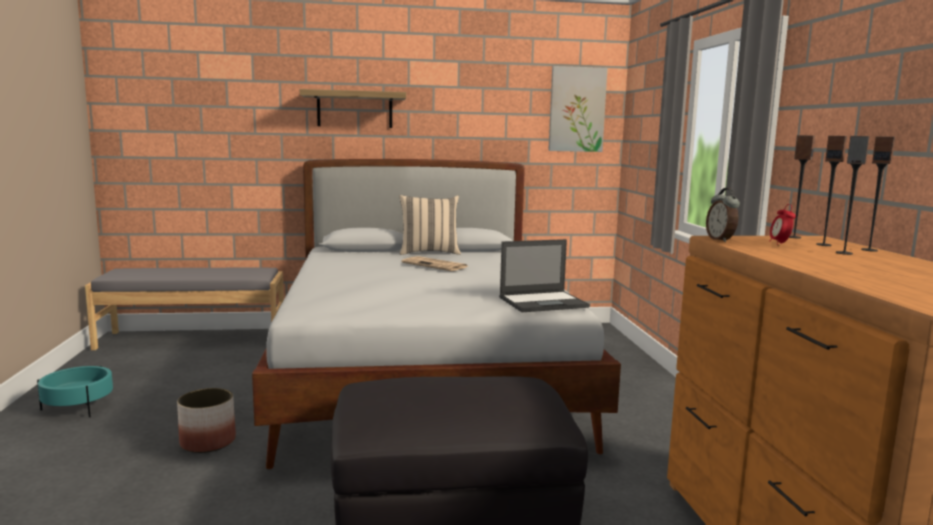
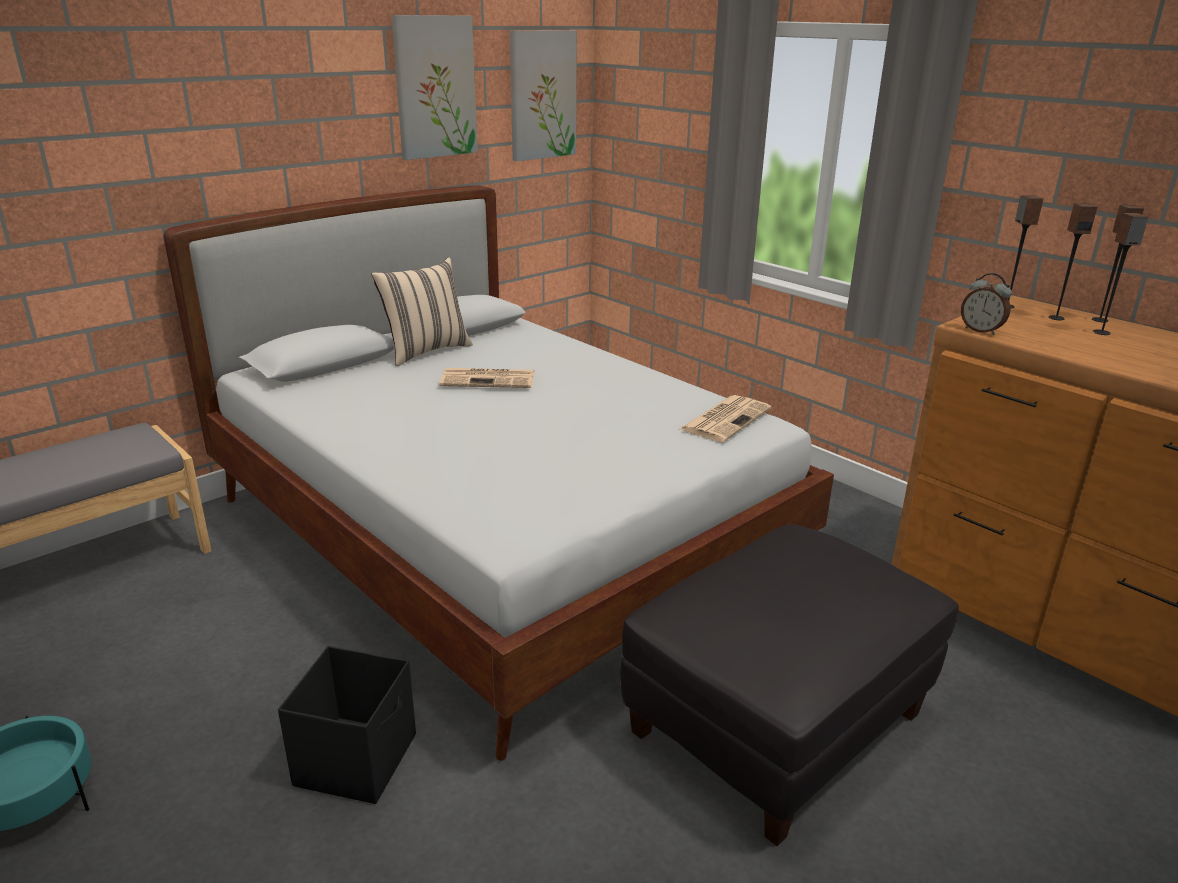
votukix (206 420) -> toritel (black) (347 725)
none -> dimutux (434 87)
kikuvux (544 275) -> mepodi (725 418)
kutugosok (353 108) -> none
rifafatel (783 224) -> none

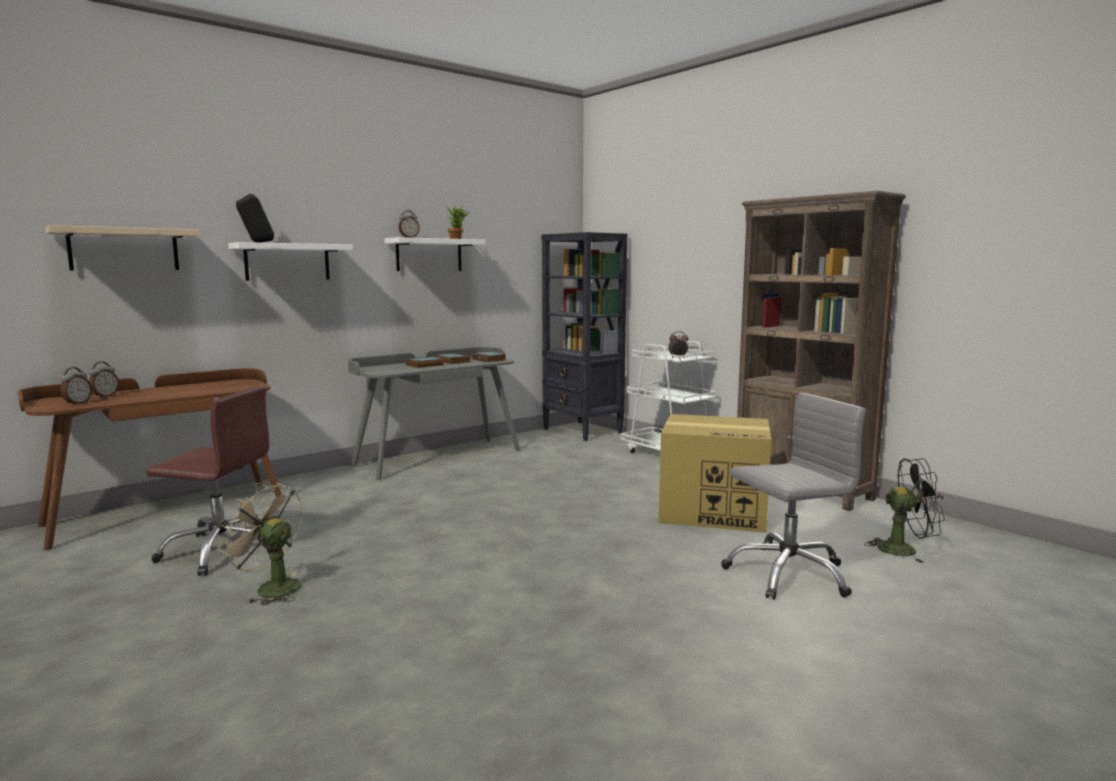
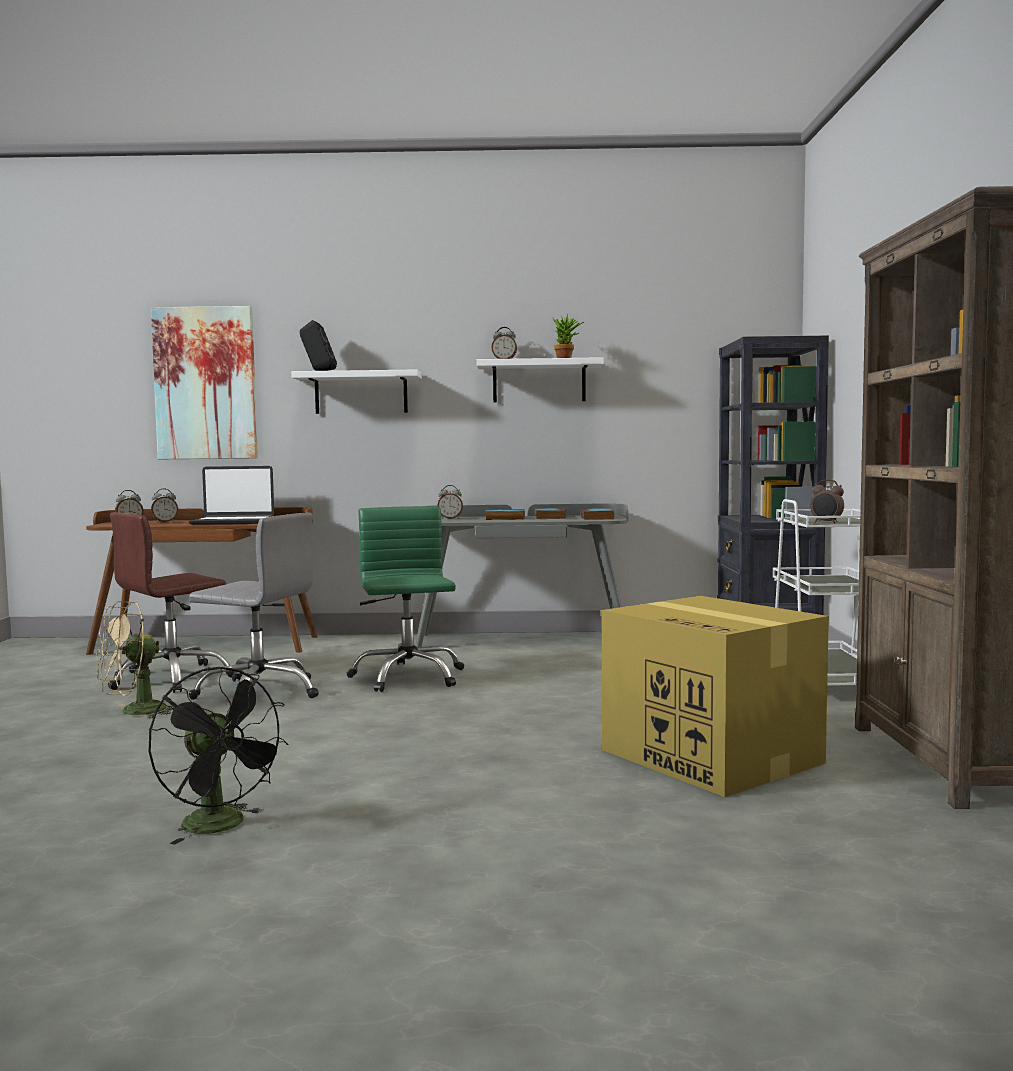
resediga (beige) (260 544) -> resediga (beige) (135 660), 105 degrees counterclockwise
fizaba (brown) (208 481) -> fizaba (brown) (171 602), 90 degrees clockwise
resediga (black) (904 510) -> resediga (black) (219 755), move
kutugosok (beige) (123 248) -> dimutux (204 382)
none -> kikuvux (231 495)
fizaba (grey) (793 496) -> fizaba (grey) (254 606), move
none -> fizaba (green) (405 599)
none -> rifafatel (450 502)

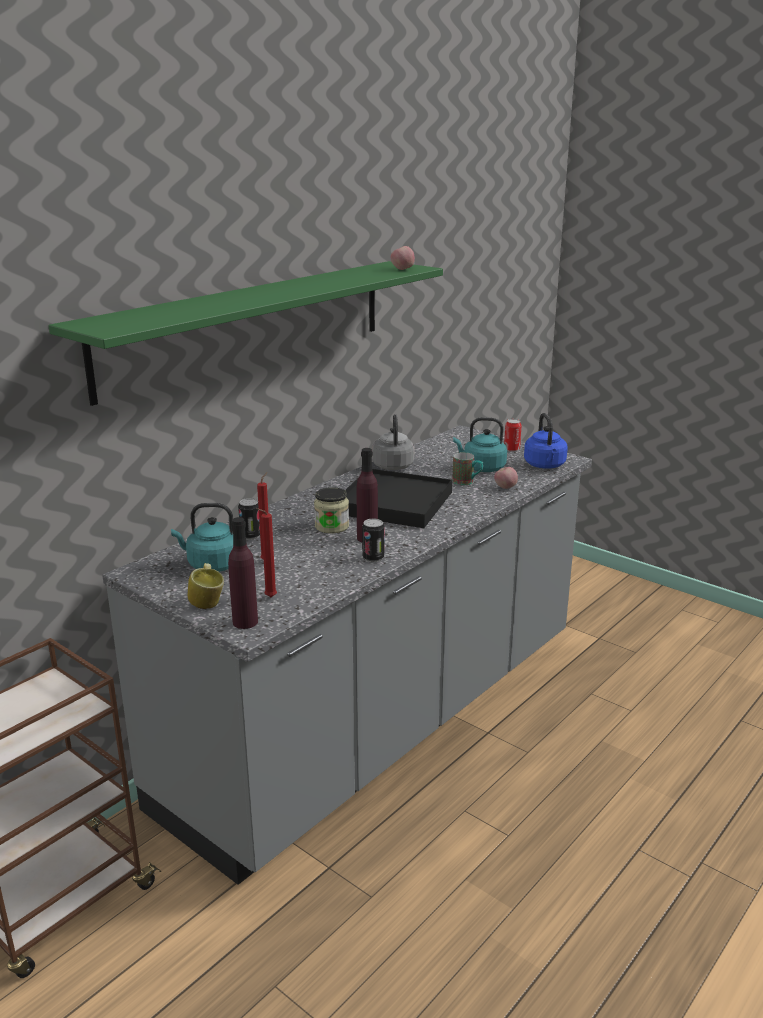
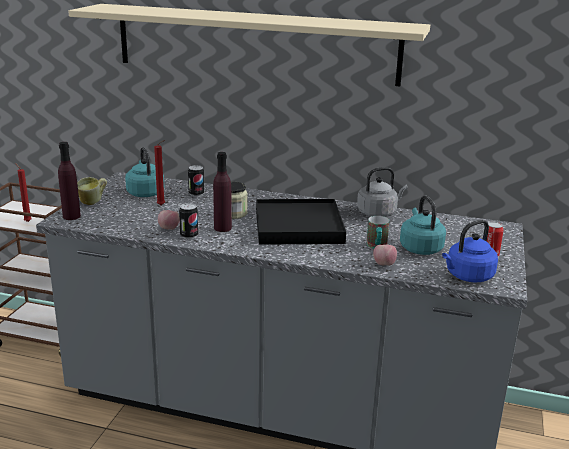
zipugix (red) (266 552) -> zipugix (red) (23 192), move
kutugosok (green) (245 333) -> kutugosok (beige) (249 45)
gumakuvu (403 258) -> gumakuvu (168 220), move

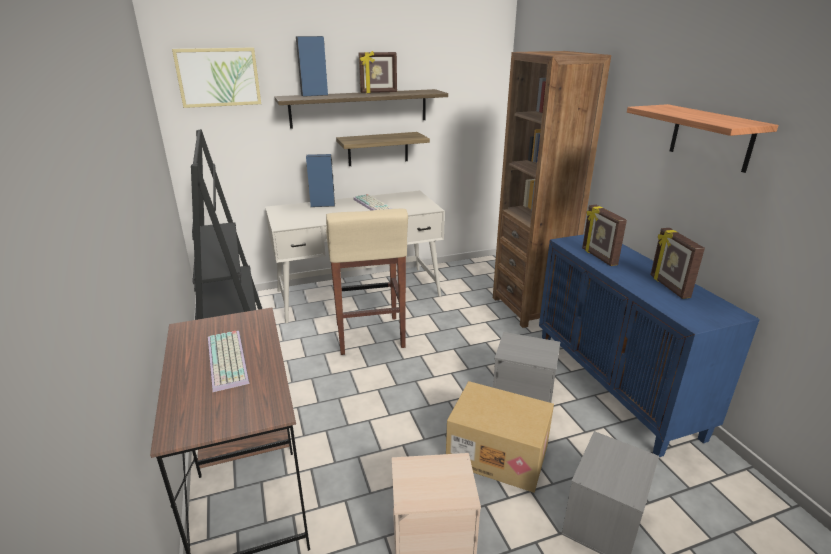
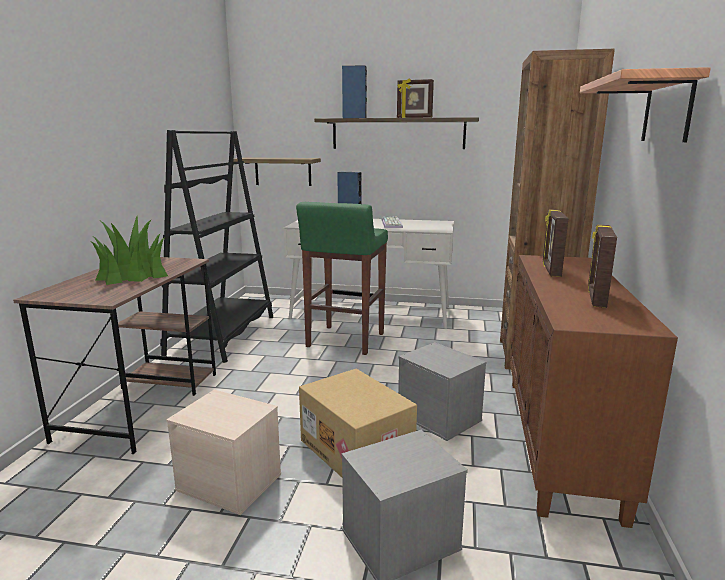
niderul (229 361) -> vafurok (129 251)
kutugosok (383 149) -> kutugosok (277 171), move
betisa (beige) (367 282) -> betisa (green) (342 278)
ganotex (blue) (649 345) -> ganotex (brown) (594 391)
dimutux (216 77) -> none

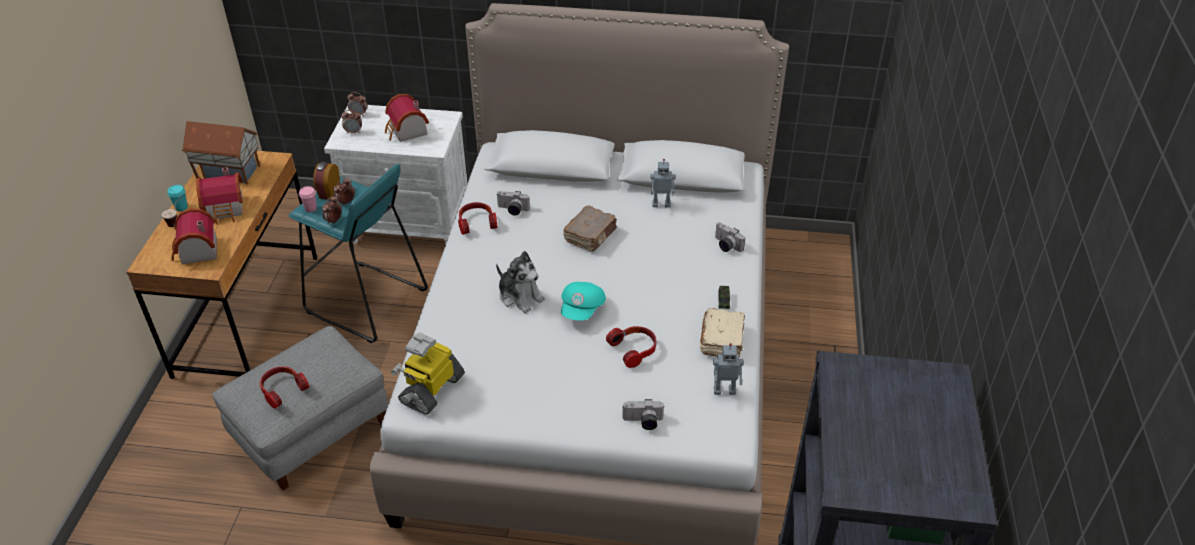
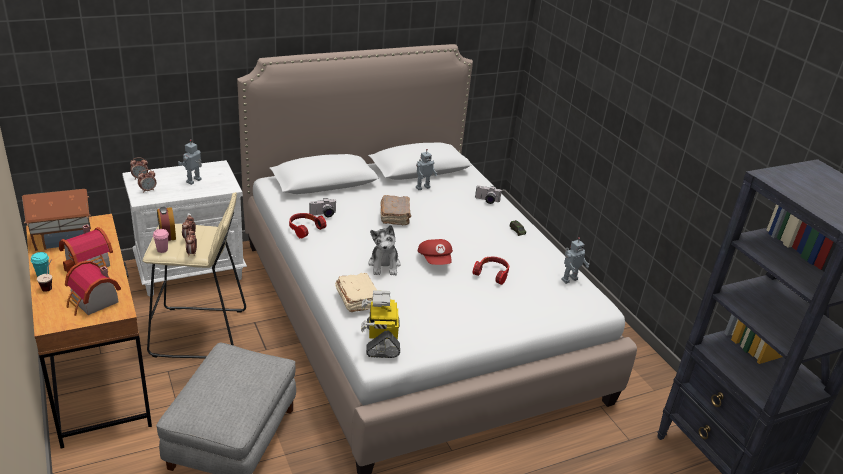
betisa (turquoise) (358 253) -> betisa (beige) (194 275)
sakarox (407 118) -> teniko (190 162)
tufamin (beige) (722 332) -> tufamin (beige) (356 292), move
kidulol (520 282) -> kidulol (384 250), 75 degrees clockwise
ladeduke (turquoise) (583 301) -> ladeduke (red) (435 252)
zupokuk (284 387) -> none
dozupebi (643 414) -> none

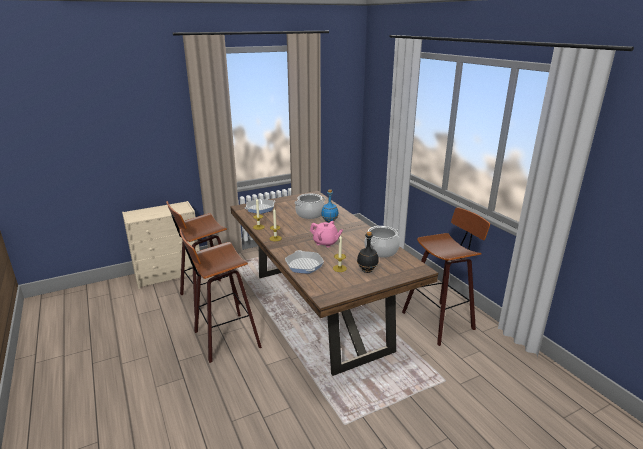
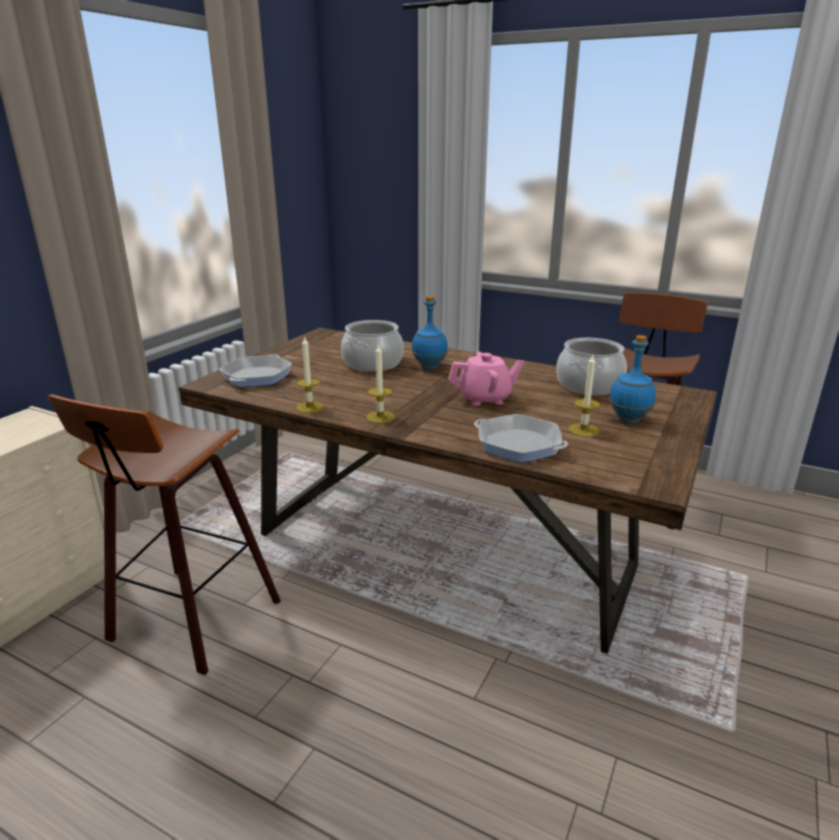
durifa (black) (368 252) -> durifa (blue) (632 379)
betisa (221 296) -> none

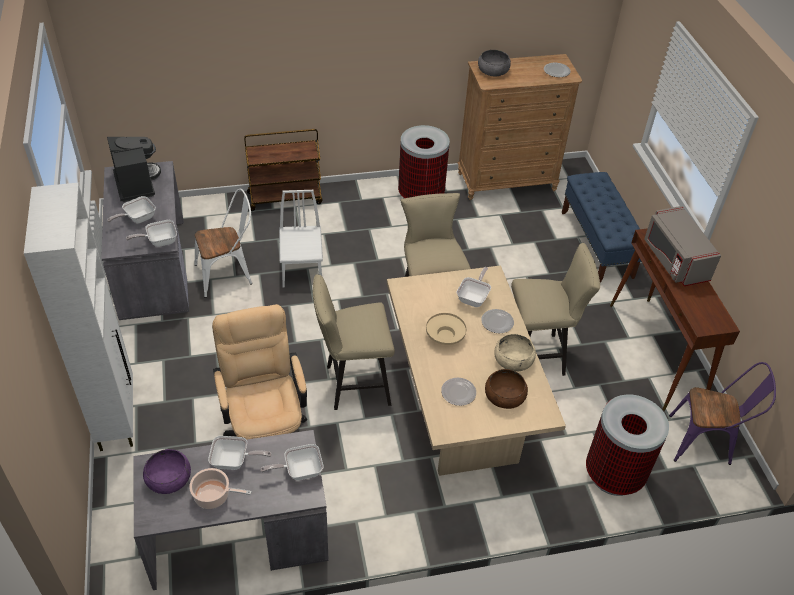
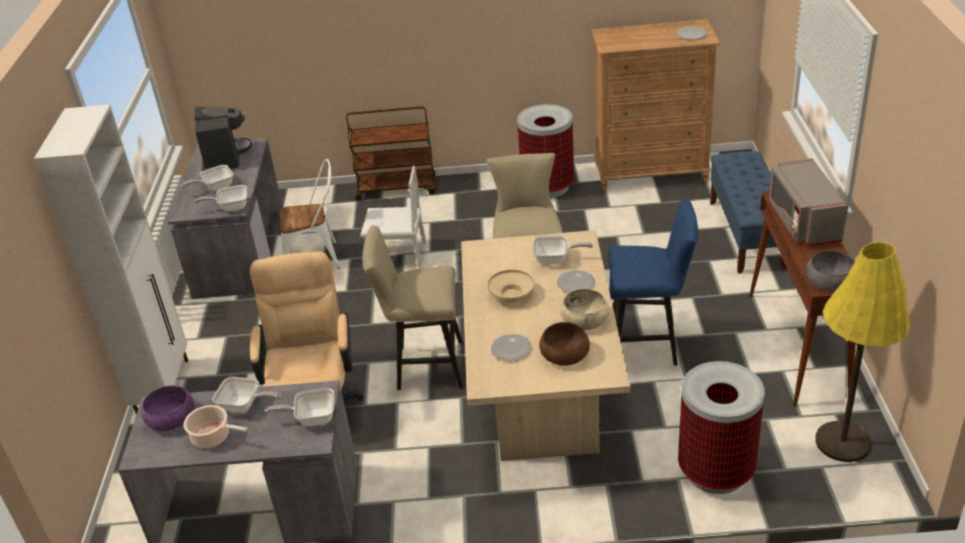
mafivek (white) (301 238) -> mafivek (white) (393 217), 90 degrees clockwise
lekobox (473 287) -> lekobox (563 250), 60 degrees clockwise
betisa (beige) (555 309) -> betisa (blue) (653 282)
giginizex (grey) (494 63) -> giginizex (grey) (830 271), move
mafivek (purple) (722 413) -> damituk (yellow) (862 352)

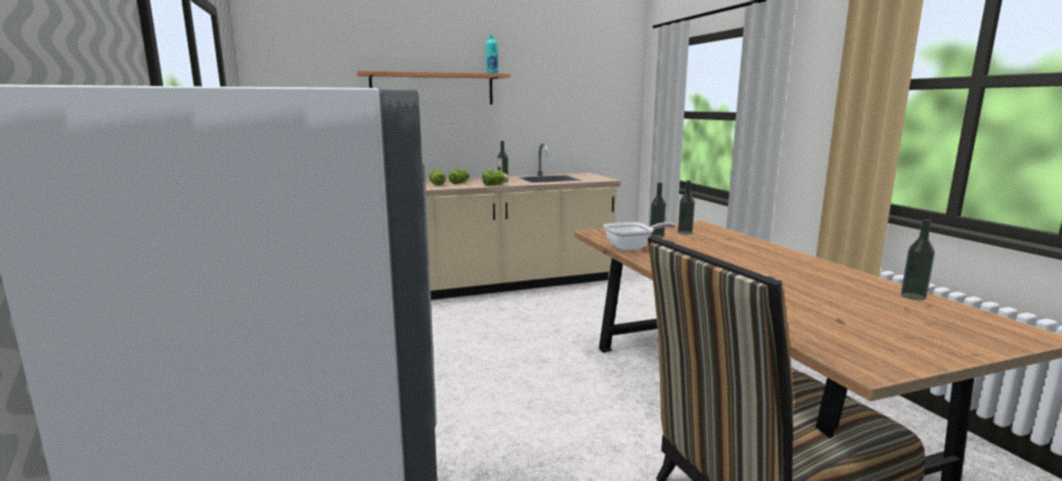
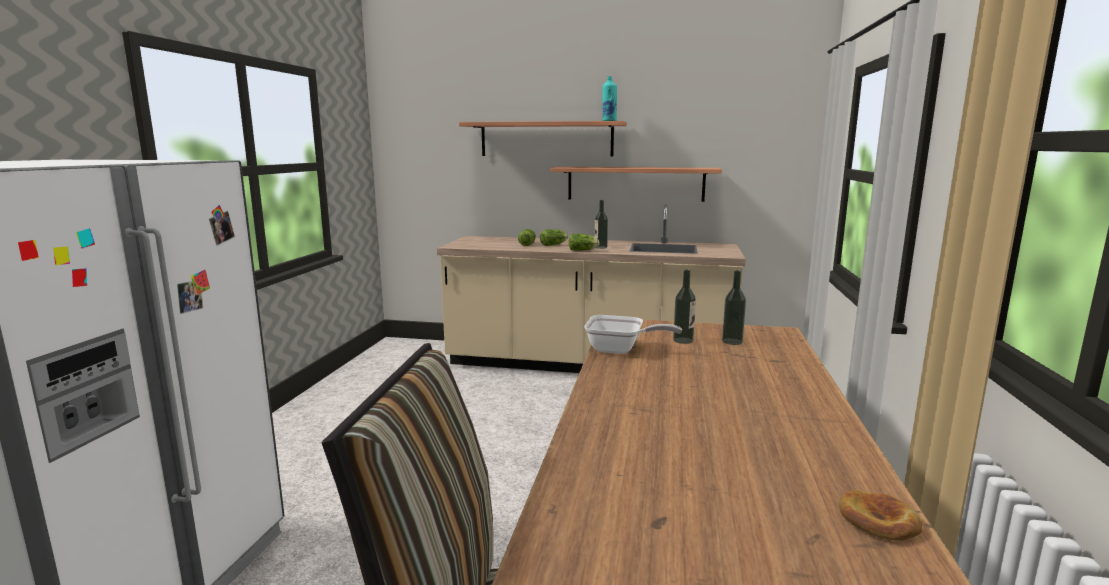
none -> kutugosok (636 184)
durifa (918 259) -> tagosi (881 515)

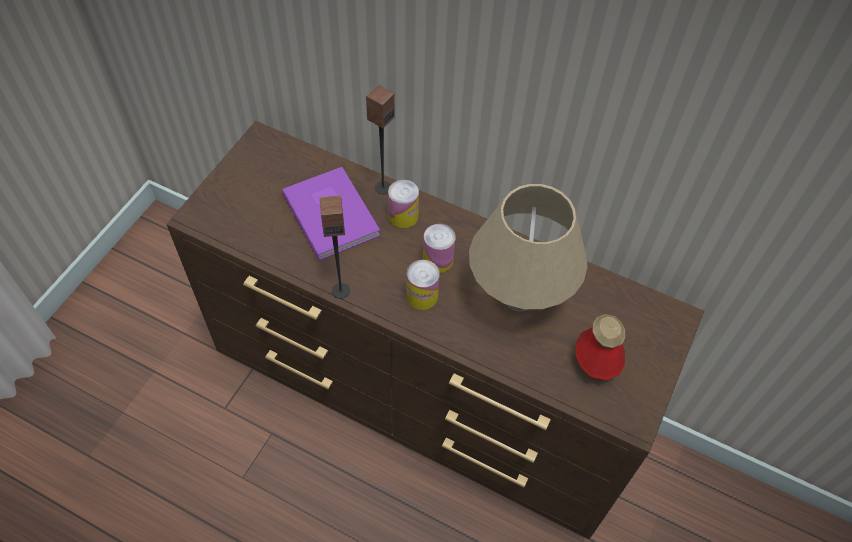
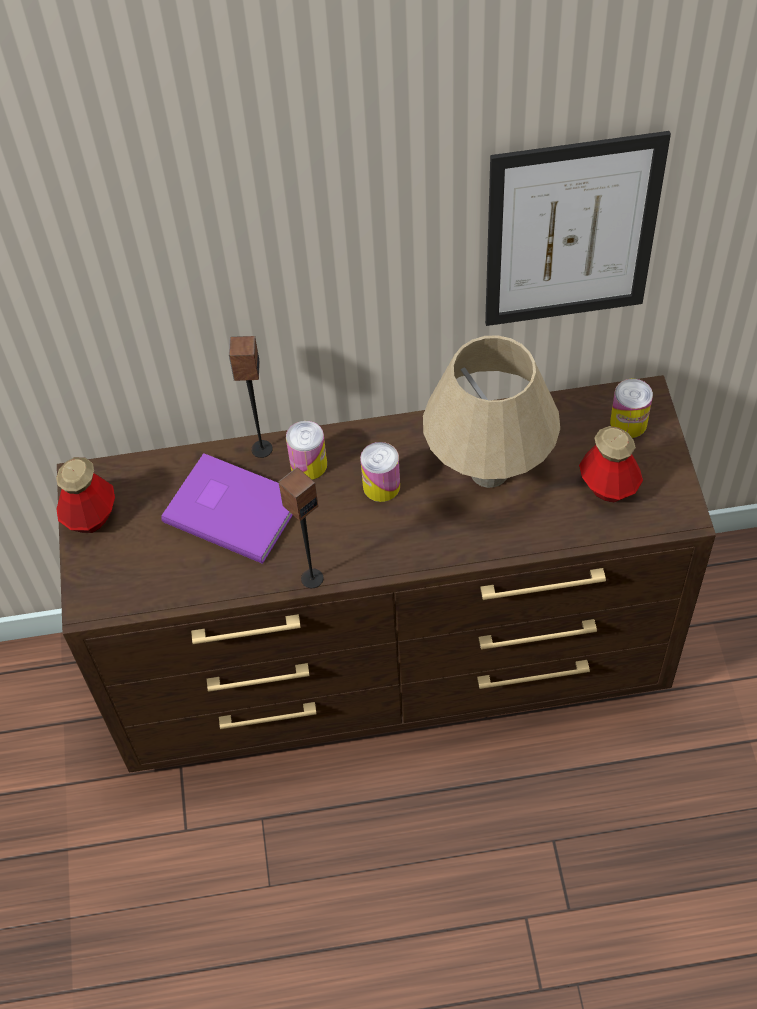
none -> durifa (85 495)
none -> dimutux (578 228)
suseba (423 285) -> suseba (631 408), move

